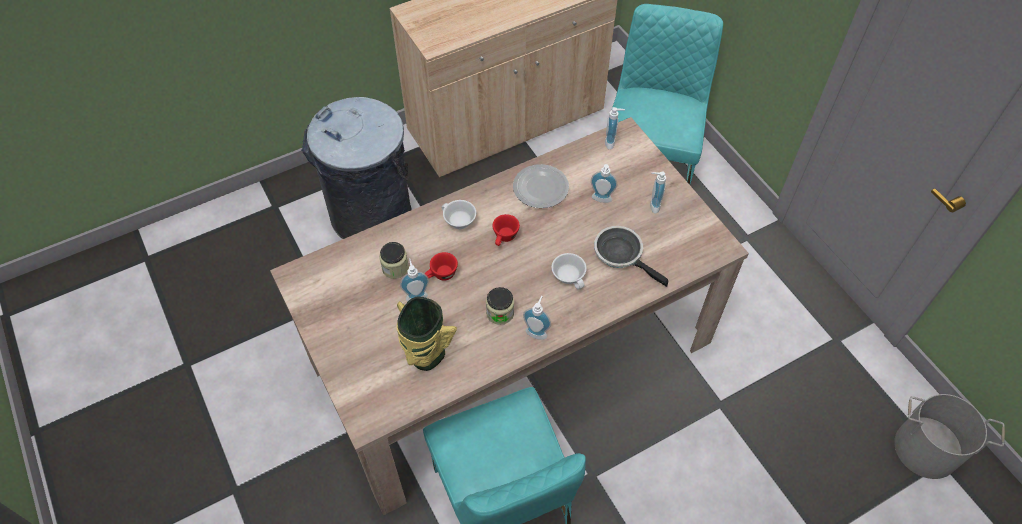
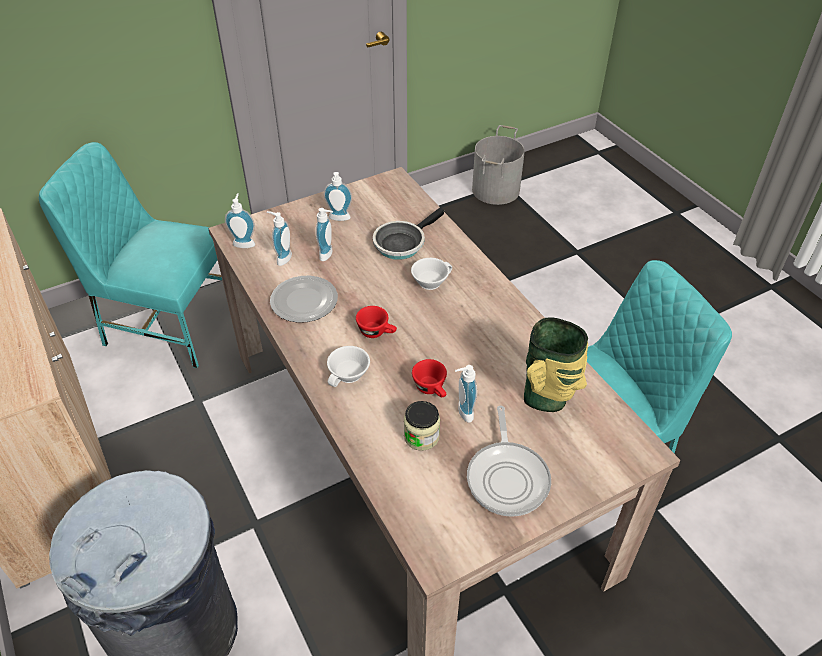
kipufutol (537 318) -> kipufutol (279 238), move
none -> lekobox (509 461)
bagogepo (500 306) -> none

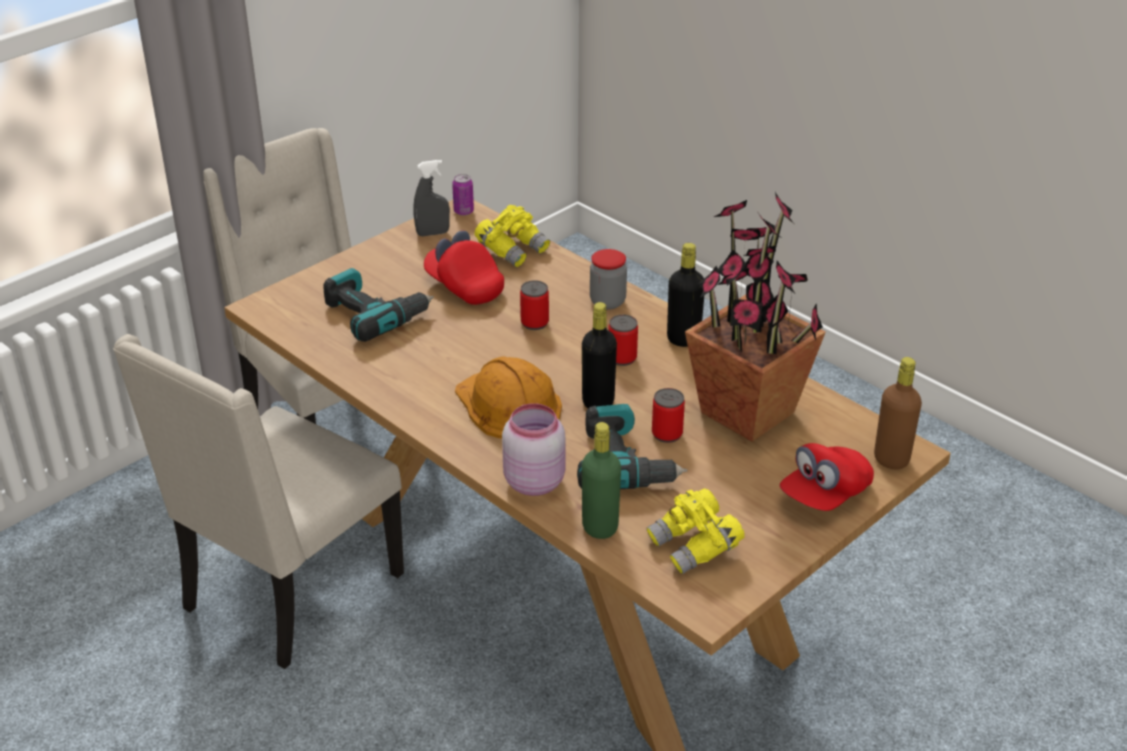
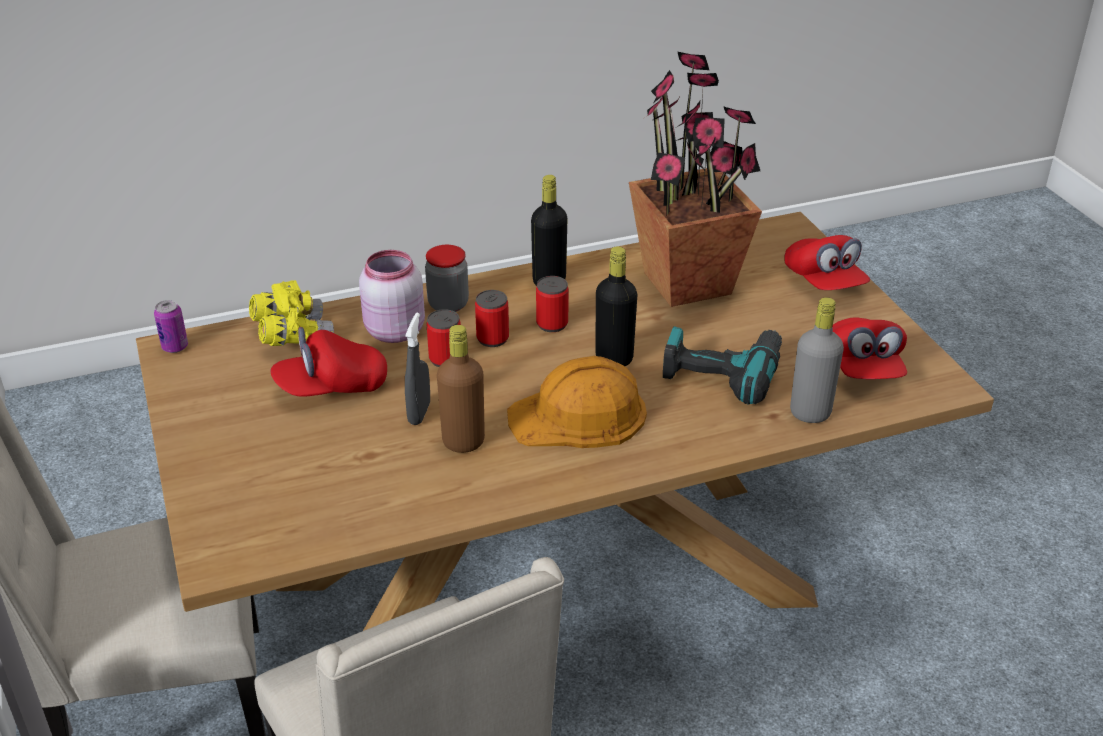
bagogepo (pink) (533 449) -> bagogepo (pink) (392 296), move
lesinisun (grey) (431 198) -> lesinisun (grey) (417 369), move
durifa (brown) (898 413) -> durifa (brown) (461 389), move
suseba (668 415) -> suseba (492 318), move
durifa (green) (601 480) -> durifa (grey) (817 360)
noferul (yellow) (695 531) -> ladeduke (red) (869 348)
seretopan (378 305) -> none

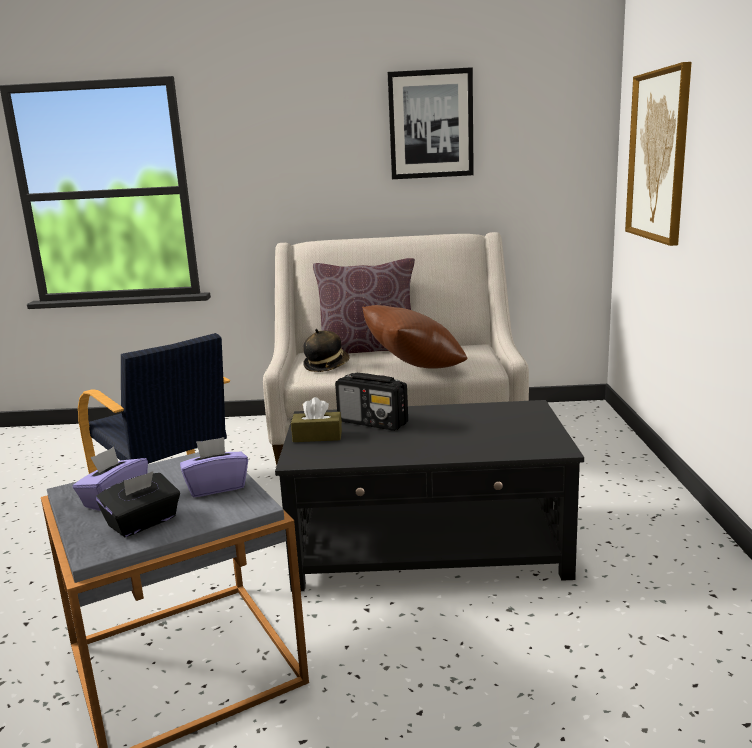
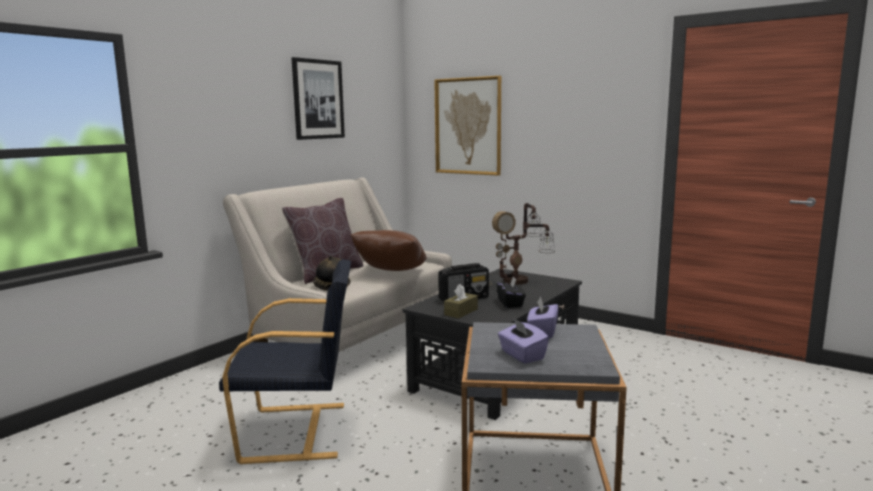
none -> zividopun (522 244)
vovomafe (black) (138 504) -> vovomafe (black) (511 292), move

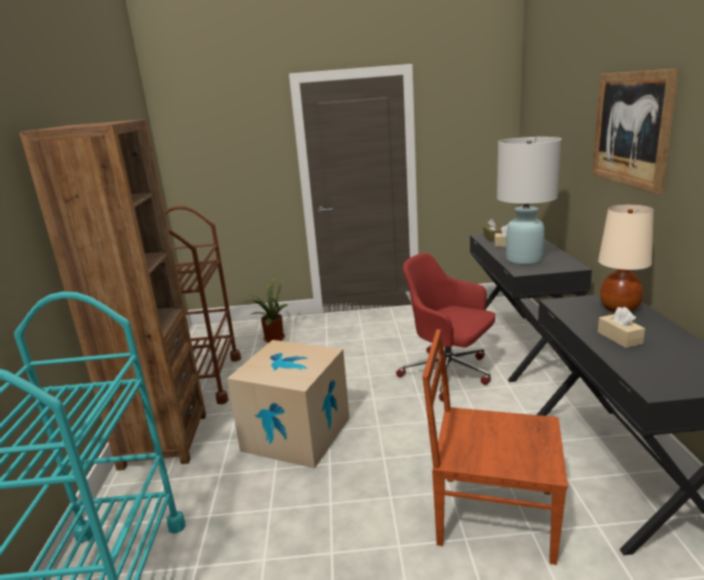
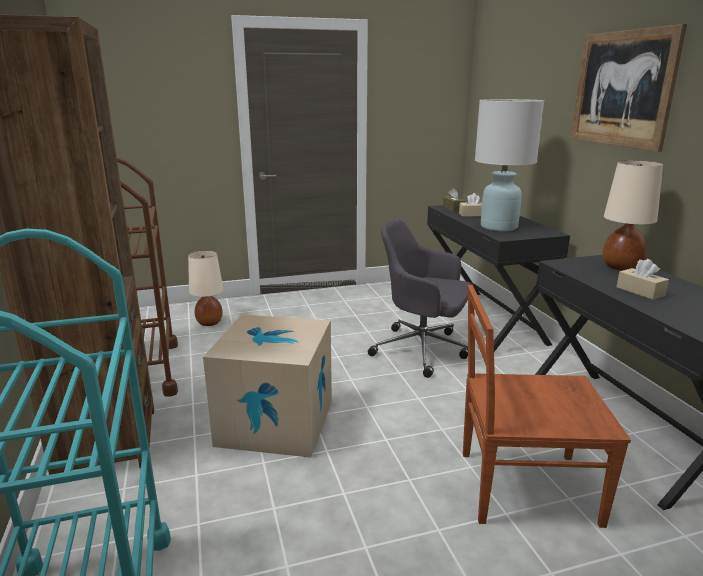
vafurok (267 310) -> zividopun (beige) (205 288)
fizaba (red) (445 327) -> fizaba (grey) (419 298)

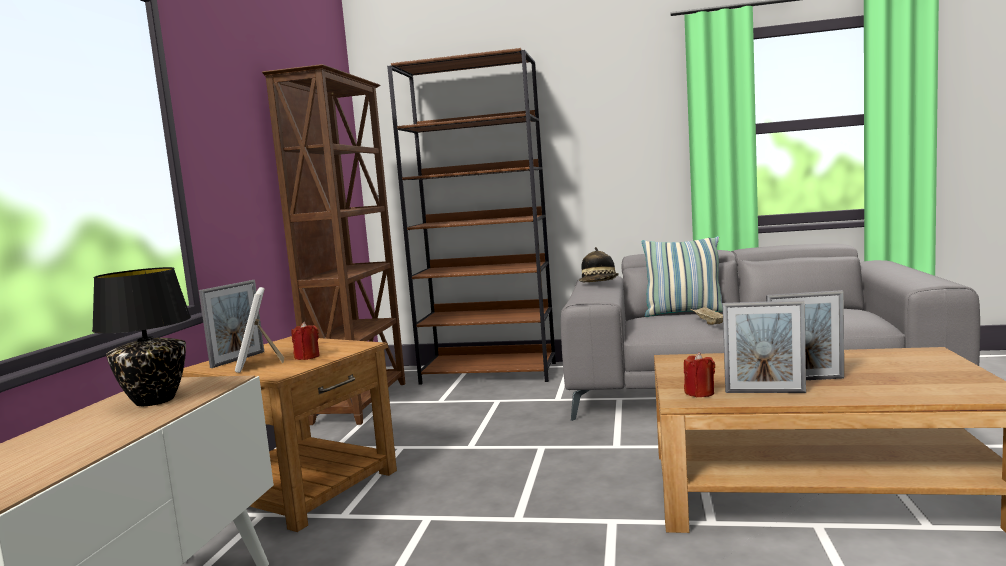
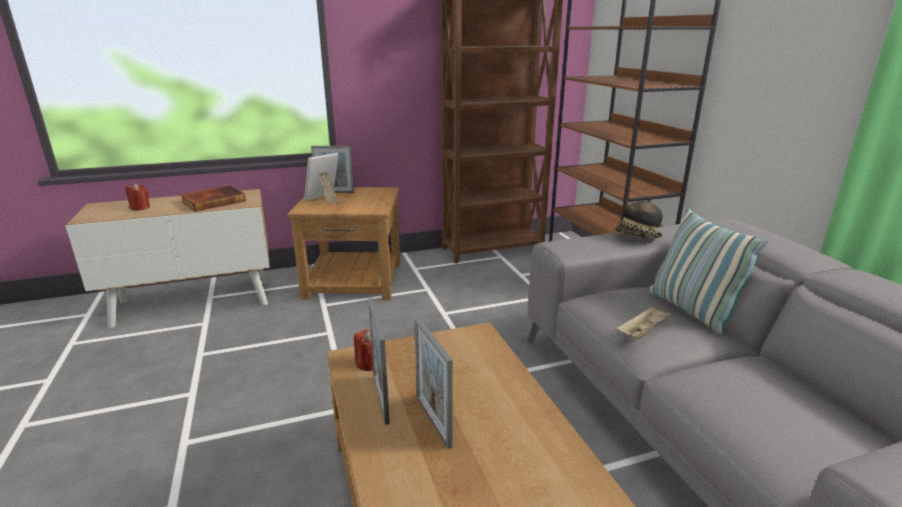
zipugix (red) (305 341) -> zipugix (red) (137 196), move
zividopun (black) (141 336) -> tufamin (213 198)

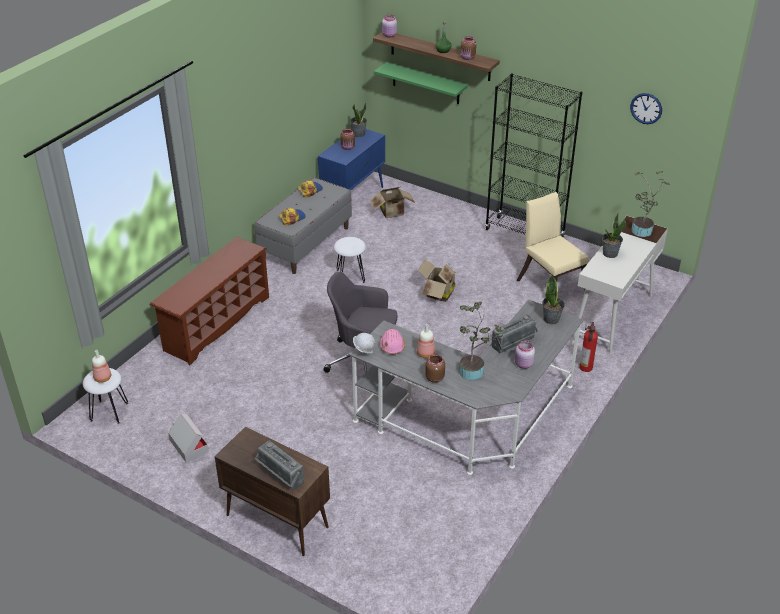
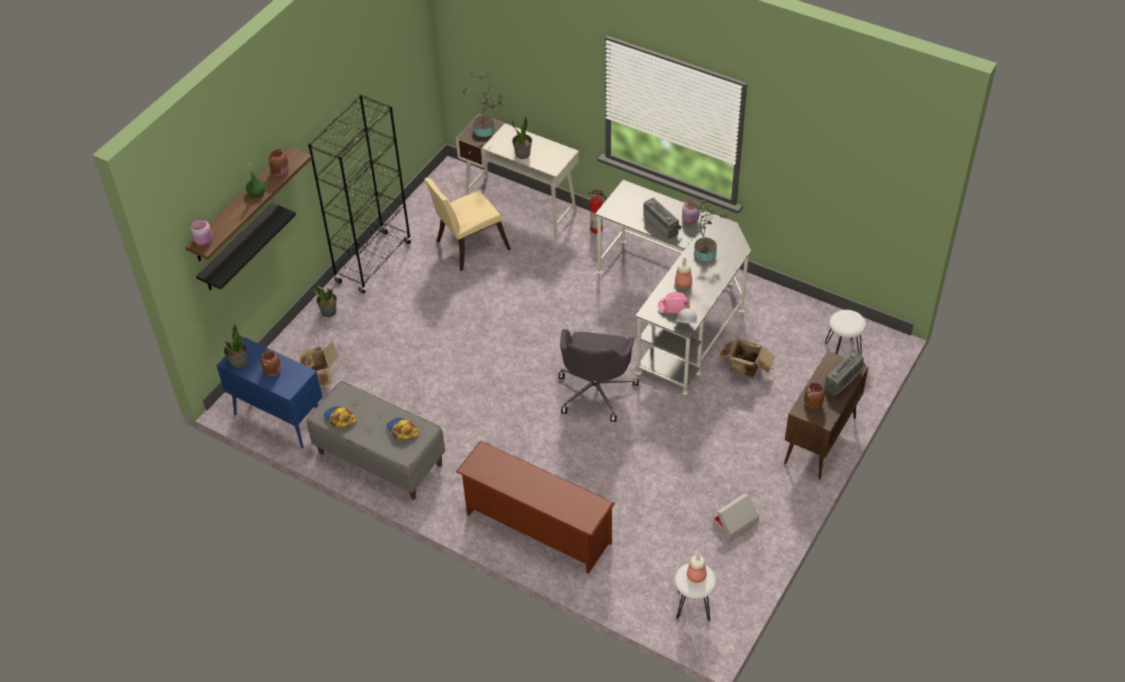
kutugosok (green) (421 83) -> kutugosok (black) (246 246)
vafurok (553 299) -> vafurok (325 300), move
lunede (438 280) -> lunede (746 359), move
bagogepo (brown) (435 368) -> bagogepo (brown) (814 395), move
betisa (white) (350 260) -> betisa (white) (845 333), move
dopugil (646 108) -> none

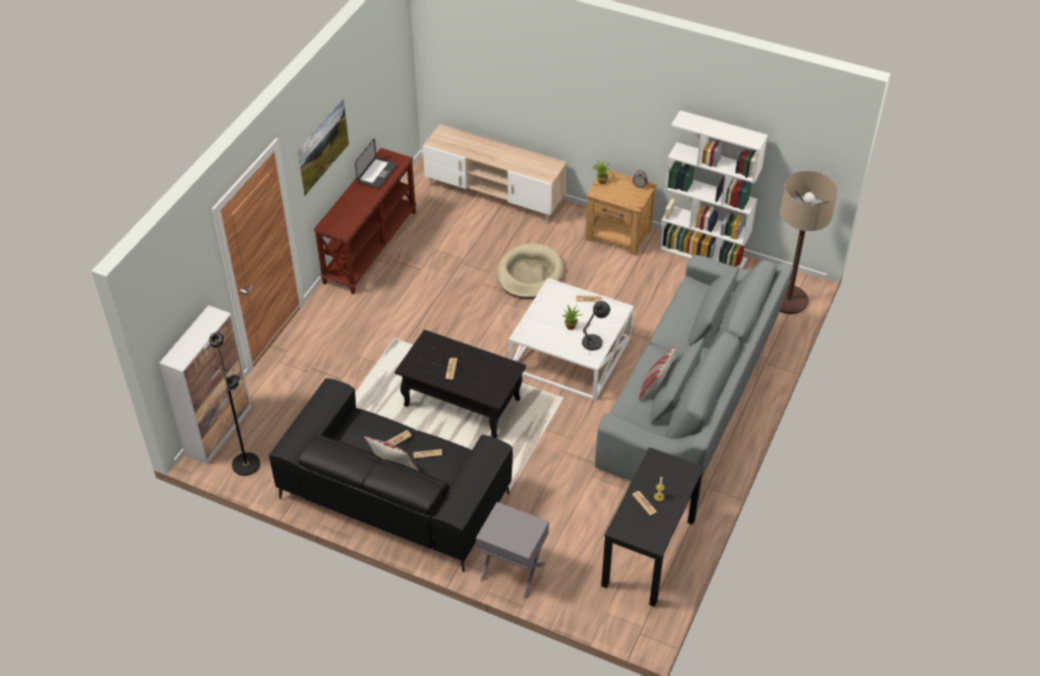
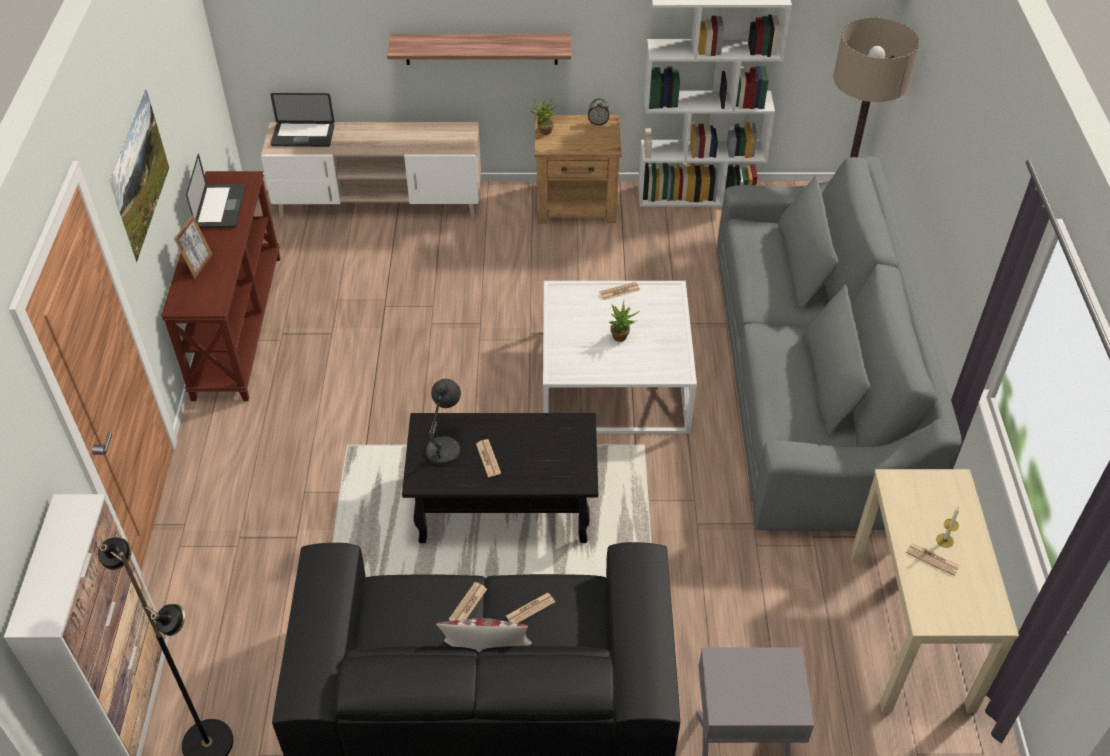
none -> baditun (193 246)
none -> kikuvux (302 120)
none -> kutugosok (479 49)
zividopun (grey) (596 326) -> zividopun (grey) (443 424), move
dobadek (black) (652 527) -> dobadek (beige) (934 591)
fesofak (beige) (530 271) -> none
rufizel (658 372) -> none

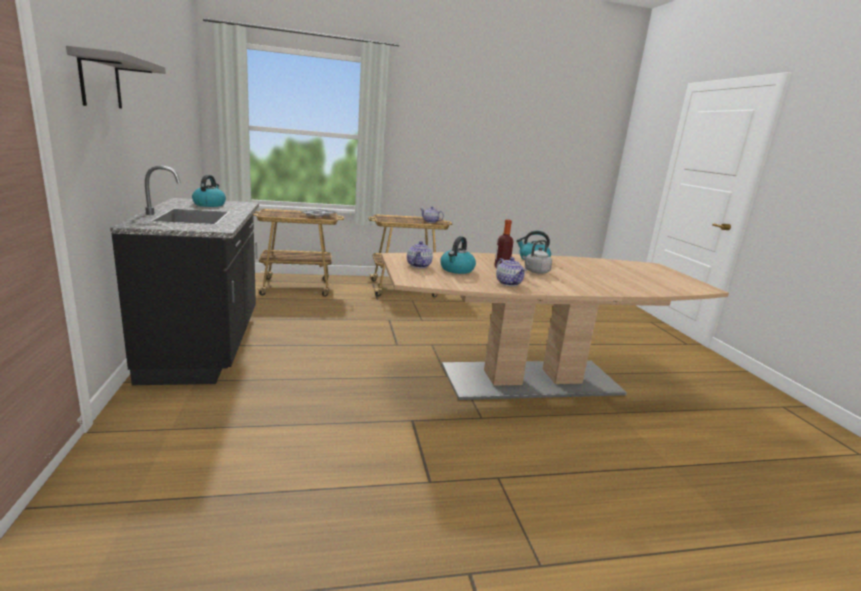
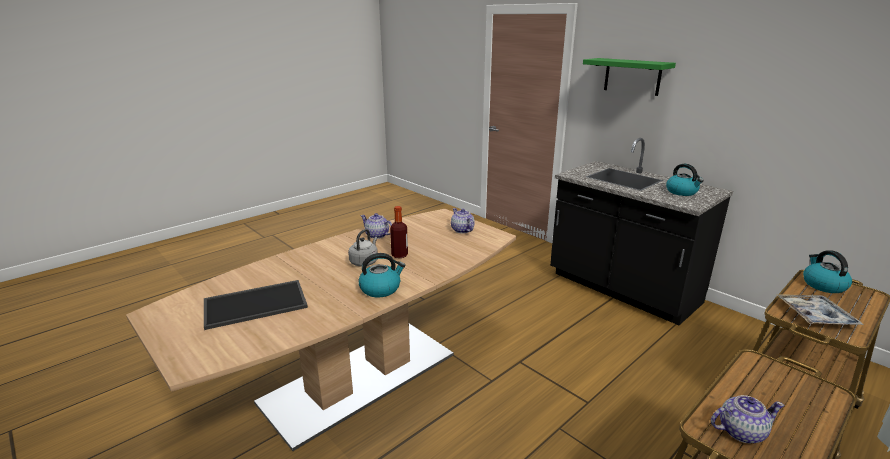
none -> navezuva (256 305)
kutugosok (grey) (116 77) -> kutugosok (green) (629 77)
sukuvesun (458 255) -> sukuvesun (827 271), move

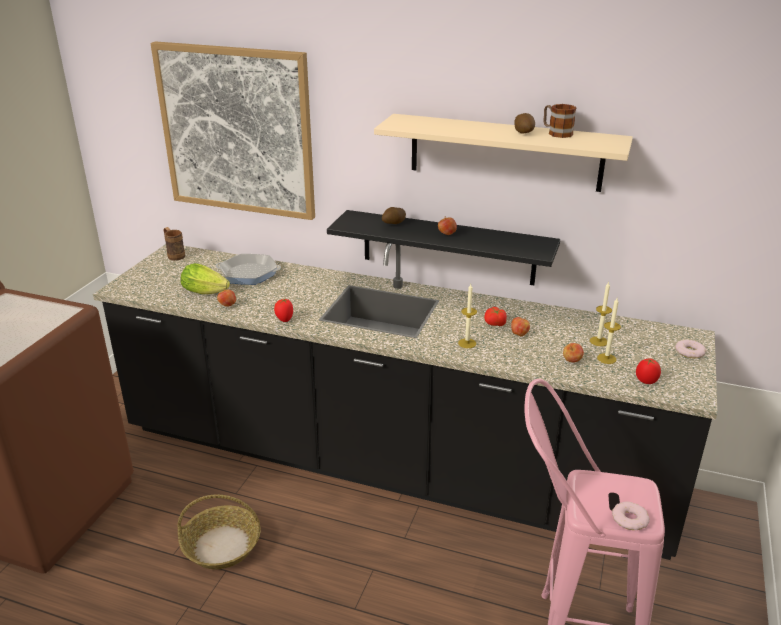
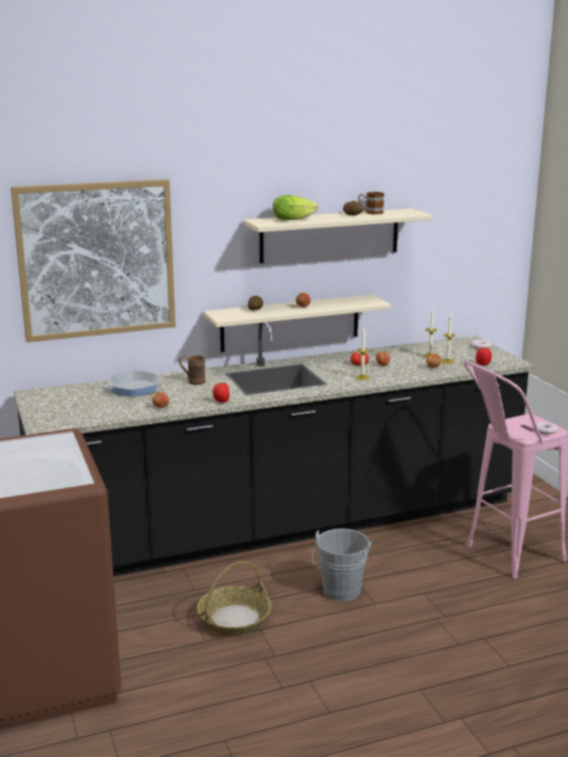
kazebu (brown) (174 244) -> kazebu (brown) (192 370), move
kutugosok (black) (443 247) -> kutugosok (beige) (297 323)
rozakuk (205 278) -> rozakuk (295 207), move
none -> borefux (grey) (341 564)

